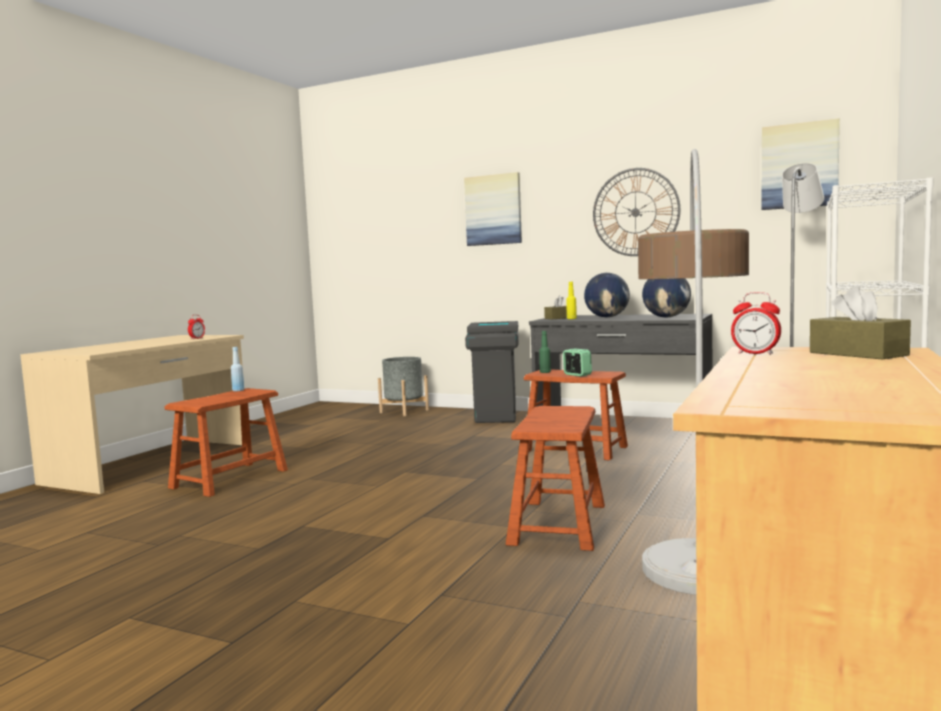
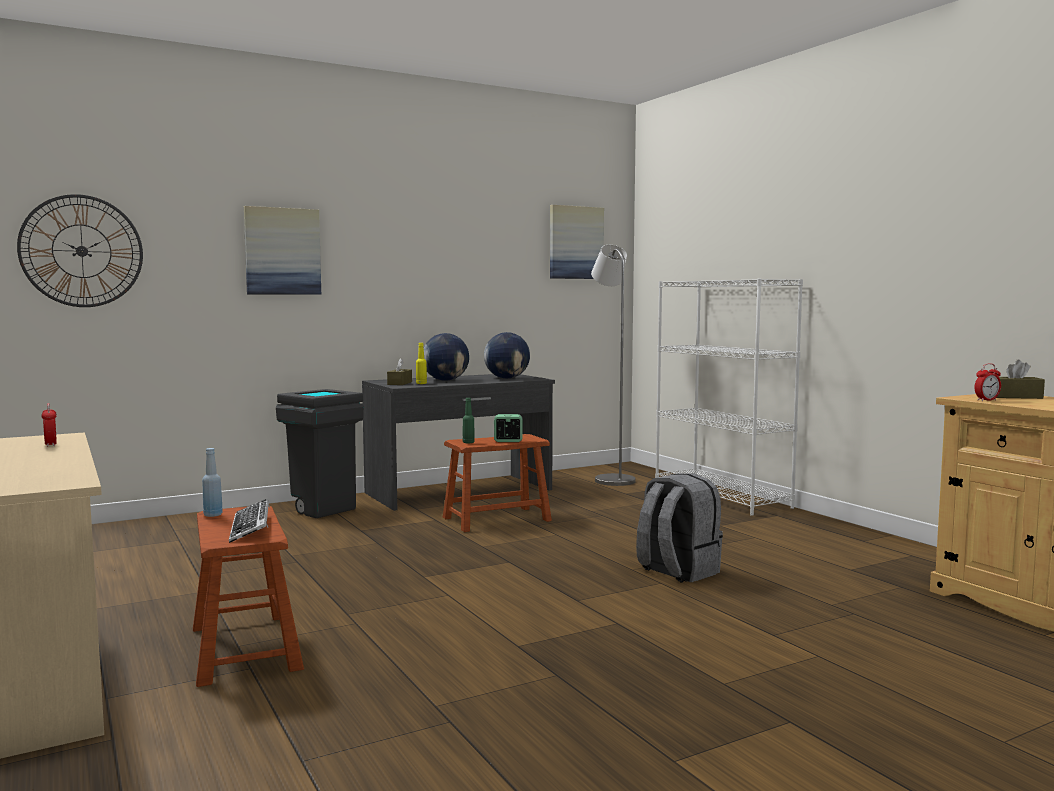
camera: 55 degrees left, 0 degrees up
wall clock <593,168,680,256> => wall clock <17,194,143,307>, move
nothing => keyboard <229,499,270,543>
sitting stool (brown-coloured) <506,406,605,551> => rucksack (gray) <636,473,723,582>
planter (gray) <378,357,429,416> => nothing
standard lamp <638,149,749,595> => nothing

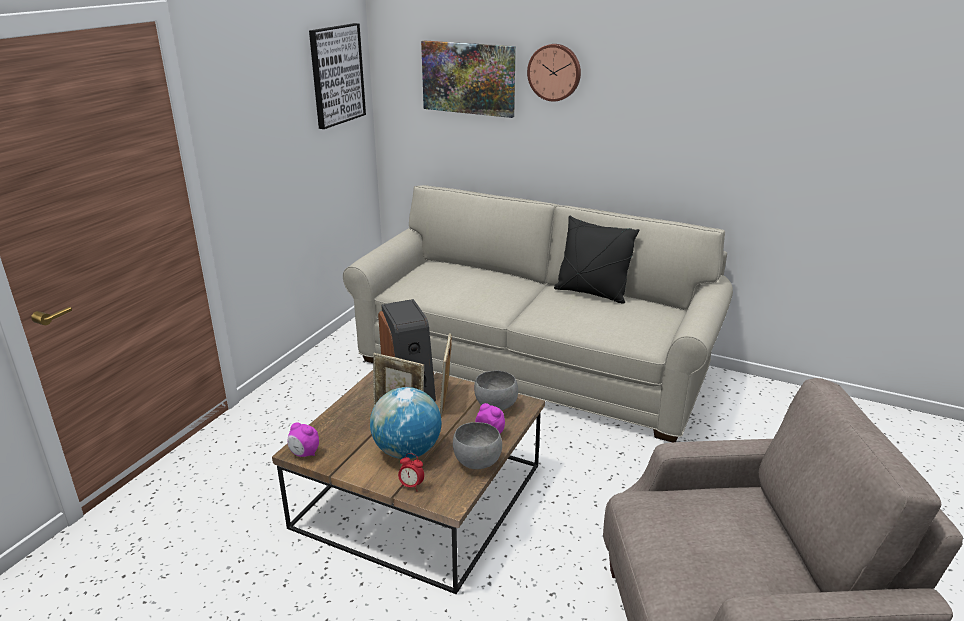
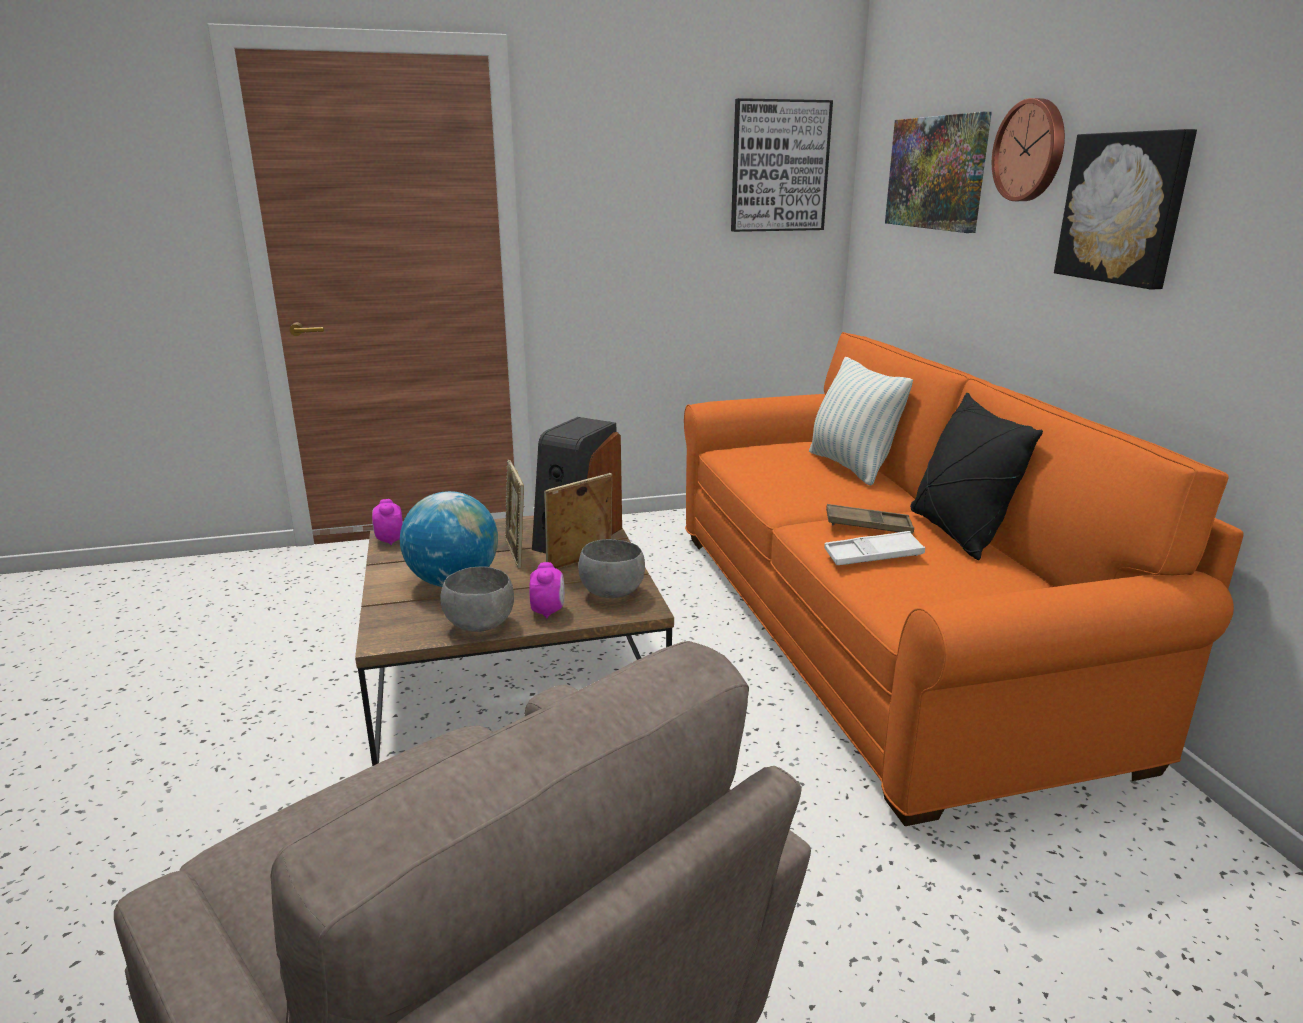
camera: 50 degrees right, 5 degrees down
sofa (sand-coloured) <343,185,733,442> => sofa (orange-coloured) <684,332,1244,826>
nothing => pillow <809,357,913,486>
nothing => tray (whitish) <824,531,925,565>
nothing => tray (brown-coloured) <826,504,914,534>
nothing => wall art <1054,129,1197,290>
alarm clock <398,453,424,490> => nothing

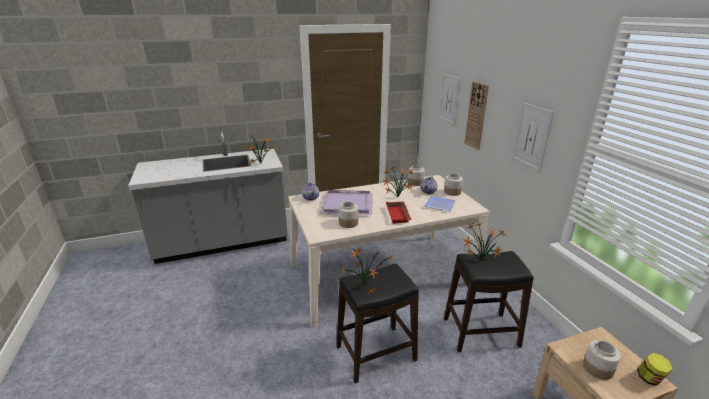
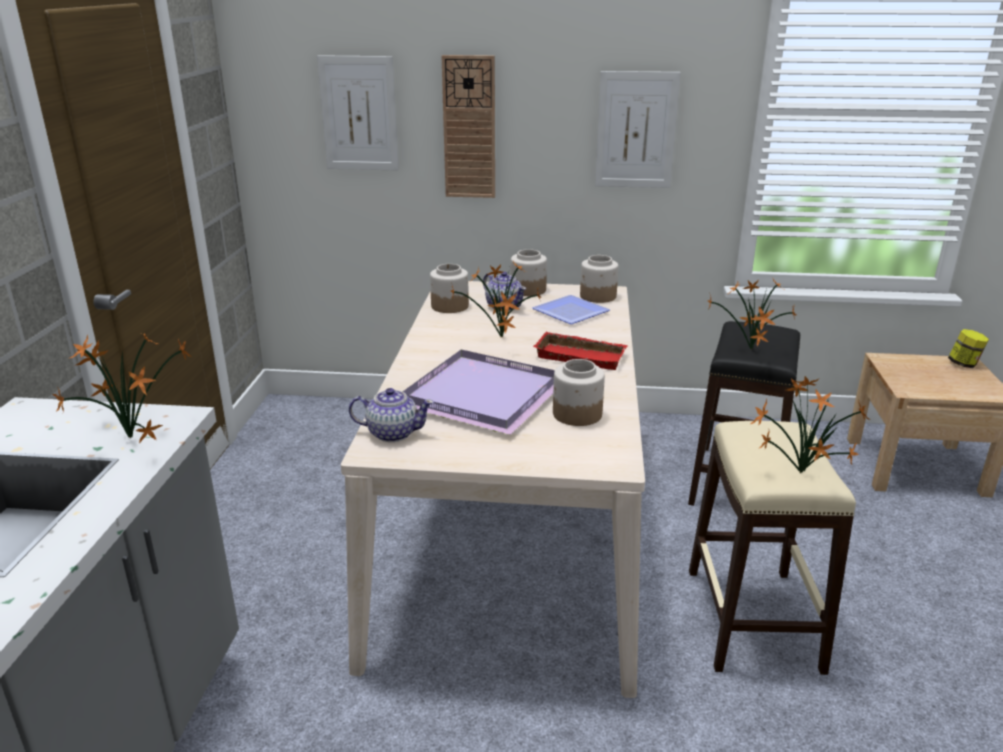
camera: 65 degrees left, 0 degrees up
storage jar <583,340,621,380> => storage jar <580,255,618,303>, move
sitting stool (blackish) <336,264,419,383> => sitting stool (sand-coloured) <689,421,856,675>

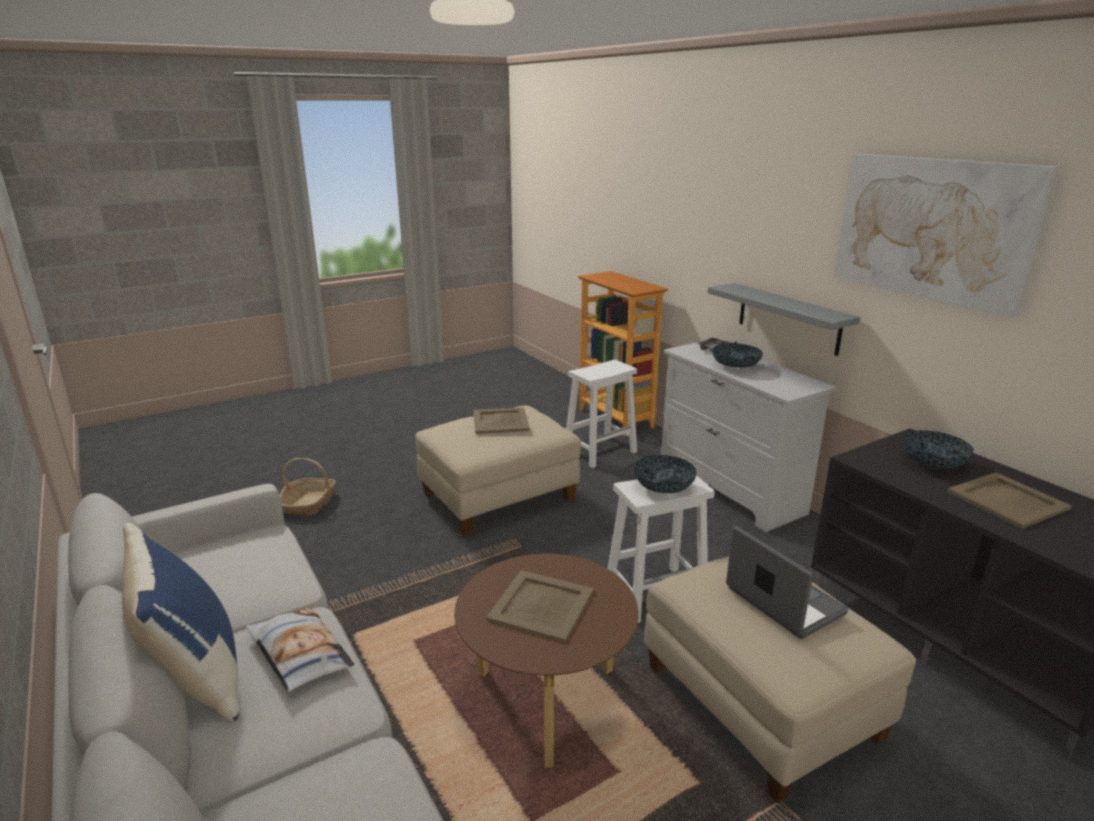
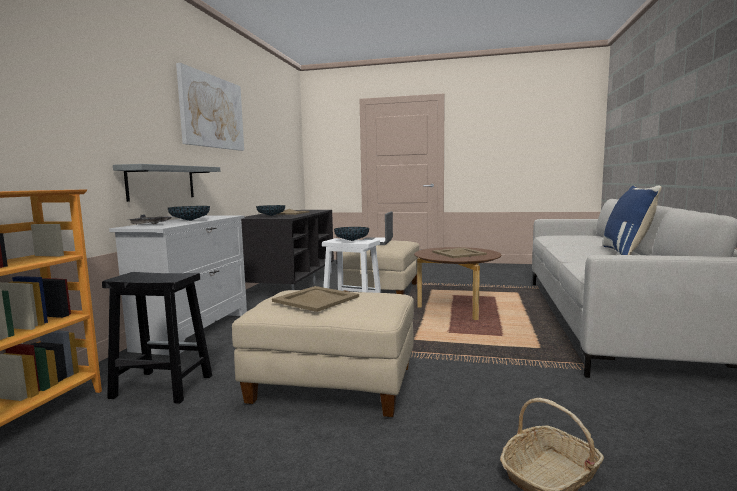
camera: 135 degrees left, 15 degrees down
sitting stool (whitish) <566,360,637,468> => sitting stool (blackish) <102,272,212,404>
pillow <246,607,354,692> => nothing

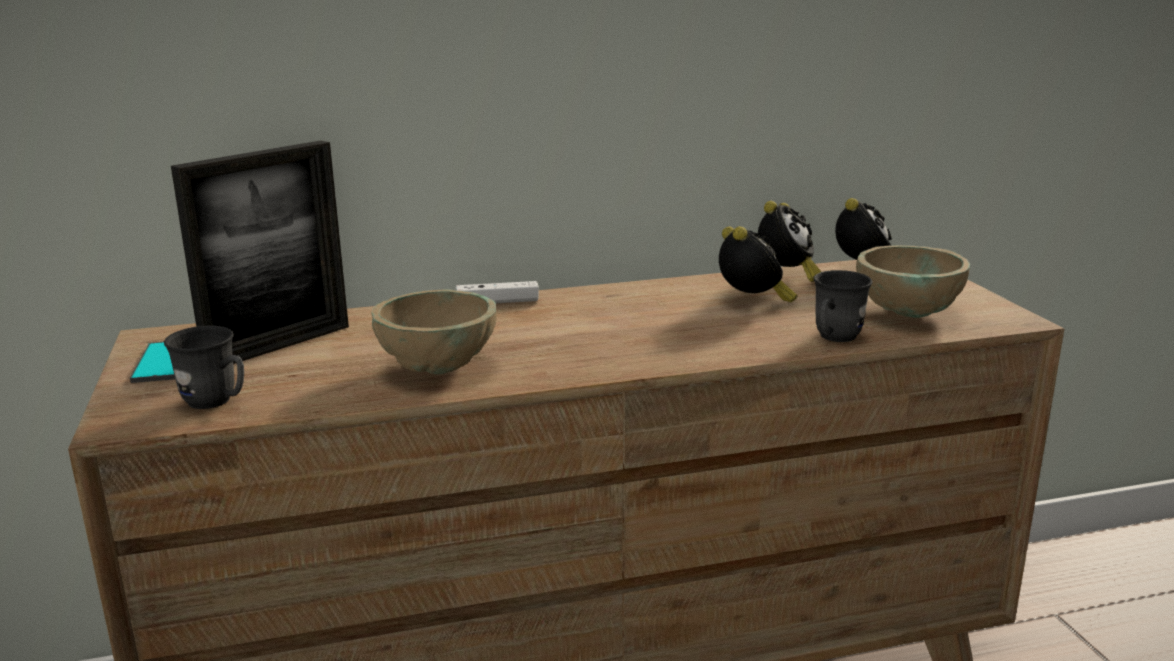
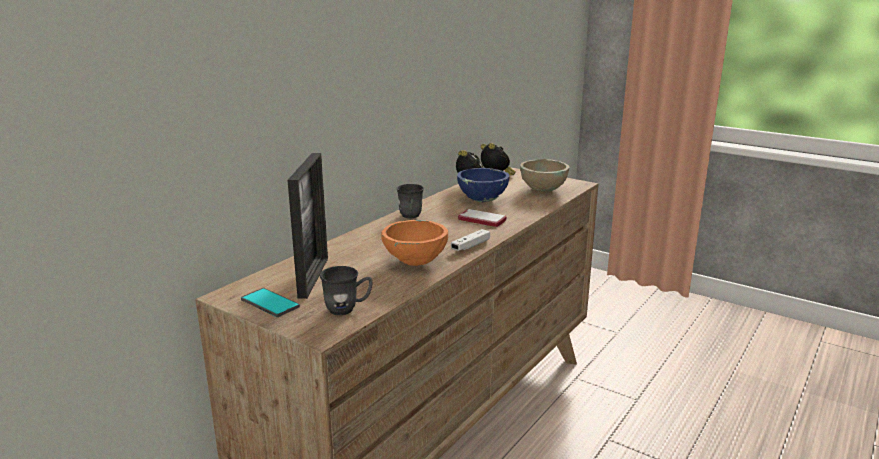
camera: 40 degrees left, 0 degrees up
bowl (sand-coloured) <371,289,497,374> => bowl (orange-coloured) <381,220,448,266>
tea mug (gray) <814,270,873,342> => tea mug (gray) <396,184,424,218>, move
joypad (whitish) <456,281,539,303> => joypad (whitish) <451,229,490,251>, move
alarm clock <719,226,797,302> => bowl (blue) <457,168,509,202>
nothing => handset <458,209,506,227>

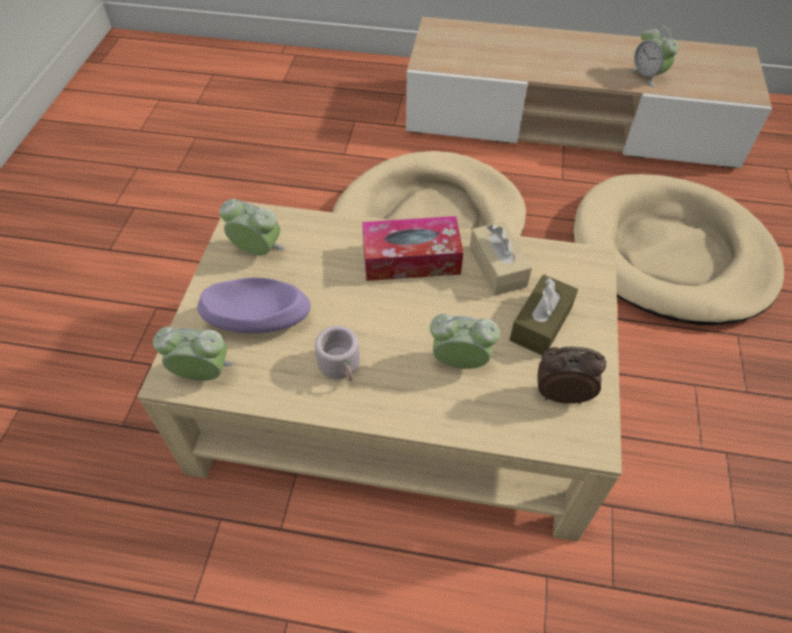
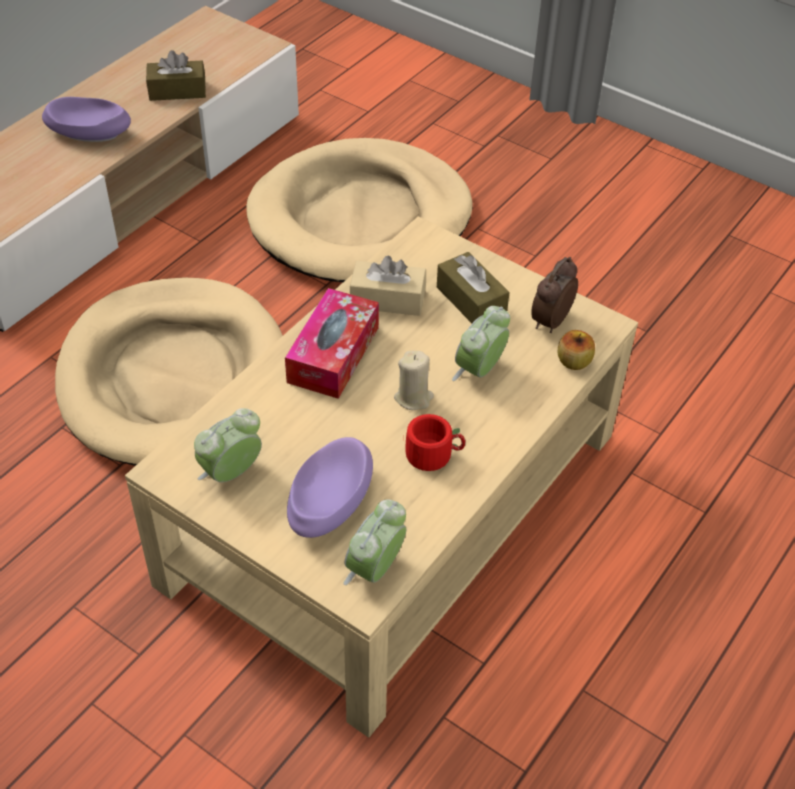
camera: 65 degrees left, 5 degrees down
nothing => bowl (purple) <42,97,131,142>
alarm clock <629,26,679,88> => tissue holder (brown-coloured) <146,50,206,101>
nothing => candle (sand-coloured) <394,351,434,410>
tea mug (gray) <315,326,360,381> => tea mug (reddish) <405,414,466,471>
nothing => whole apple <558,330,595,370>

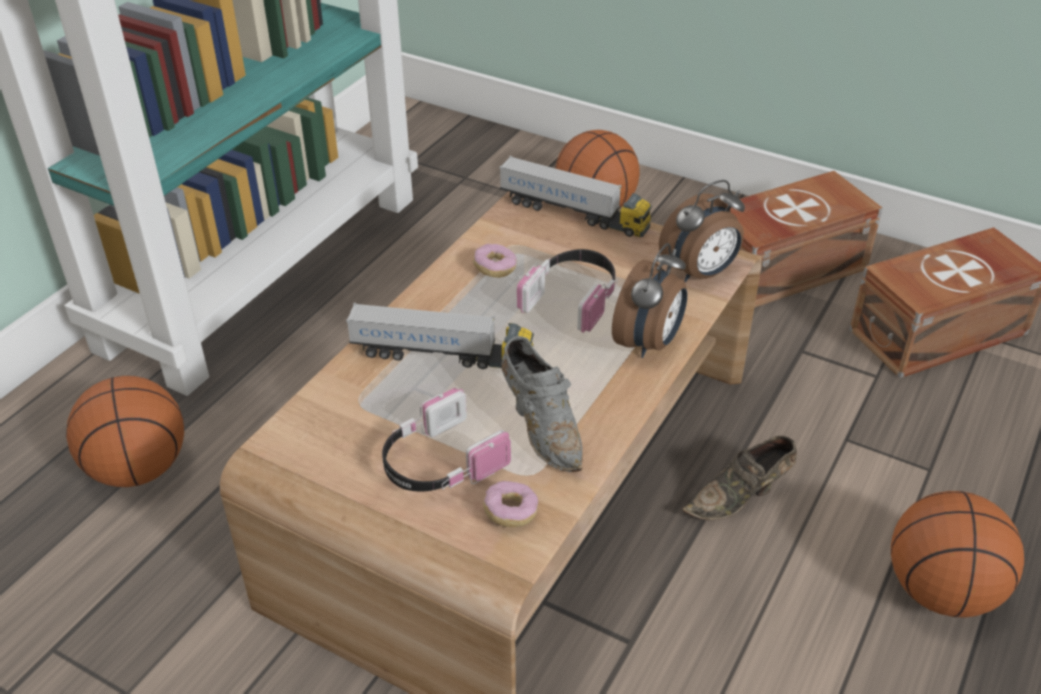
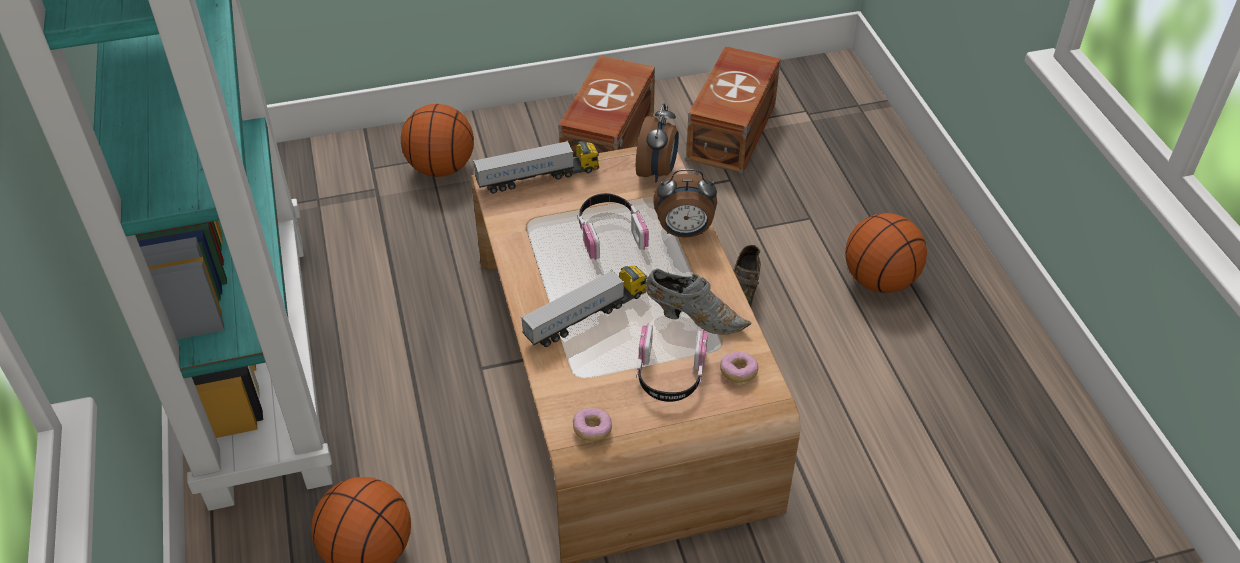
camera: 45 degrees left, 5 degrees up
ring doughnut <473,244,517,278> => ring doughnut <573,408,612,442>, move
alarm clock <612,243,687,358> => alarm clock <653,169,717,238>, 105 degrees clockwise

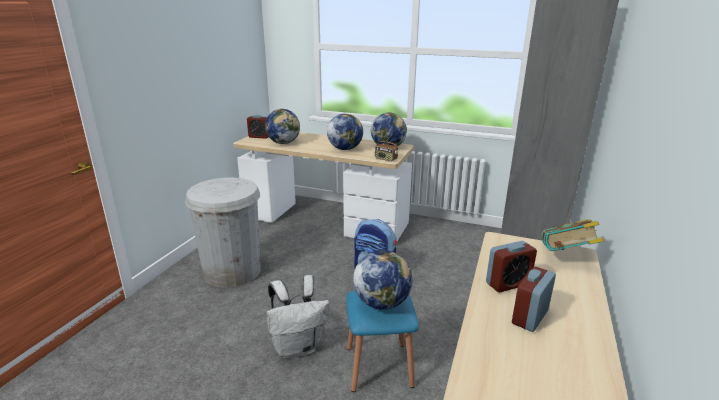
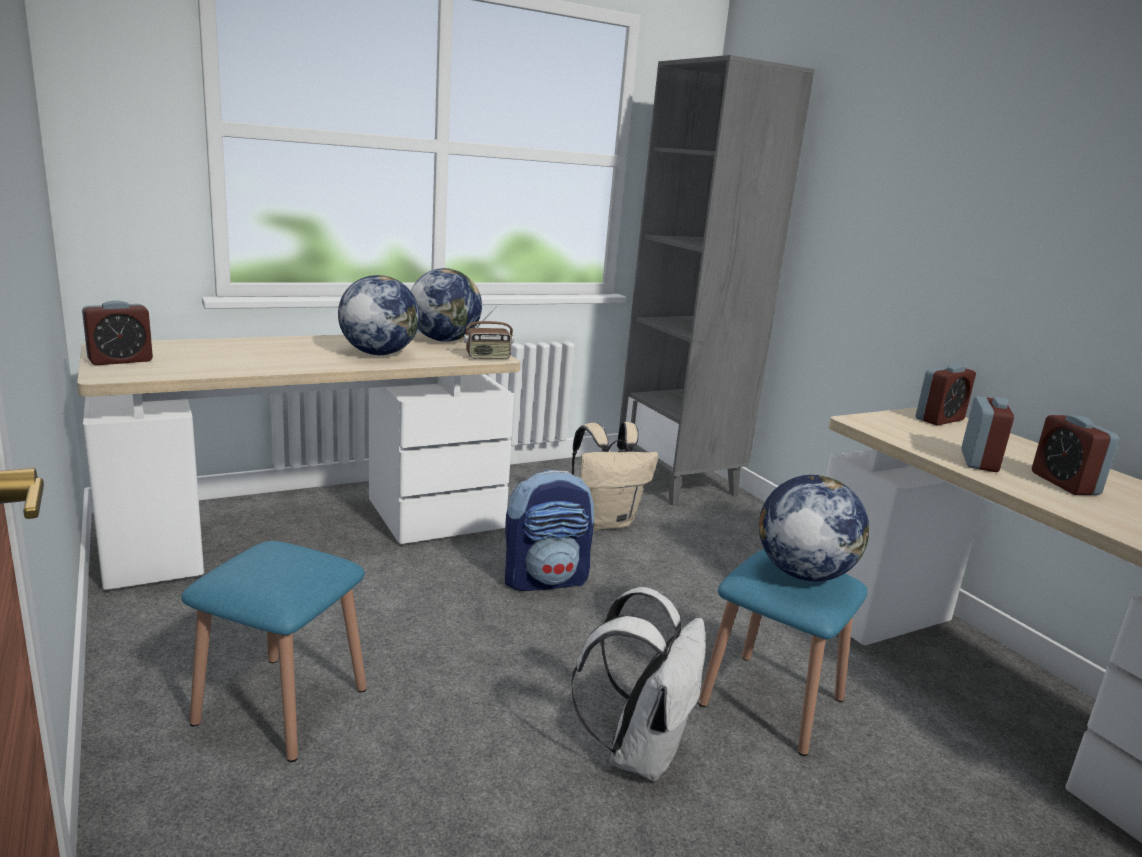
camera: 50 degrees left, 5 degrees down
waste bin (whitish) <185,177,261,288> => sitting stool (blue) <181,541,367,762>
nothing => rucksack (sand-coloured) <572,422,658,530>
bound book <541,219,604,251> => alarm clock <916,364,976,426>
globe <265,109,300,144> => nothing

